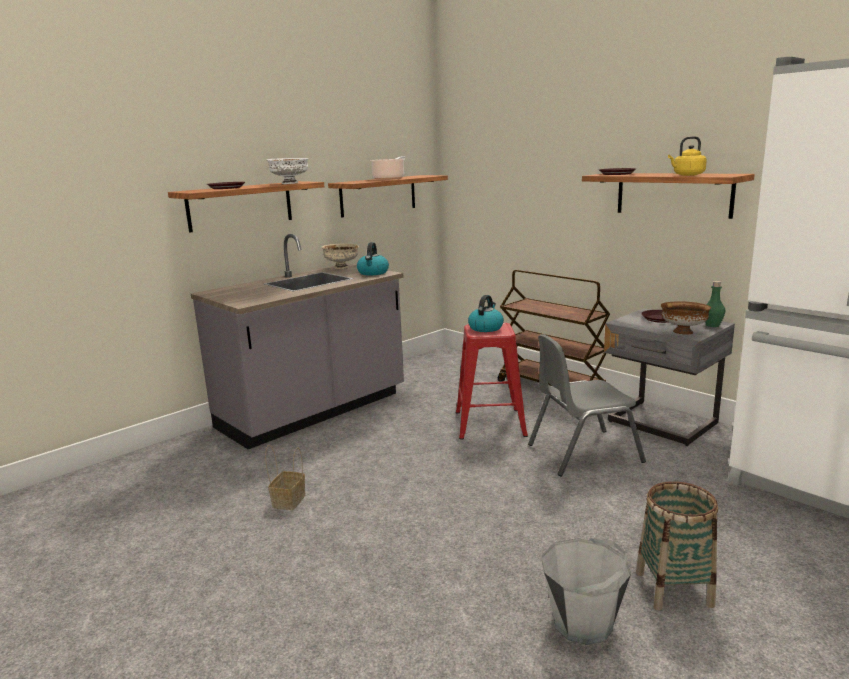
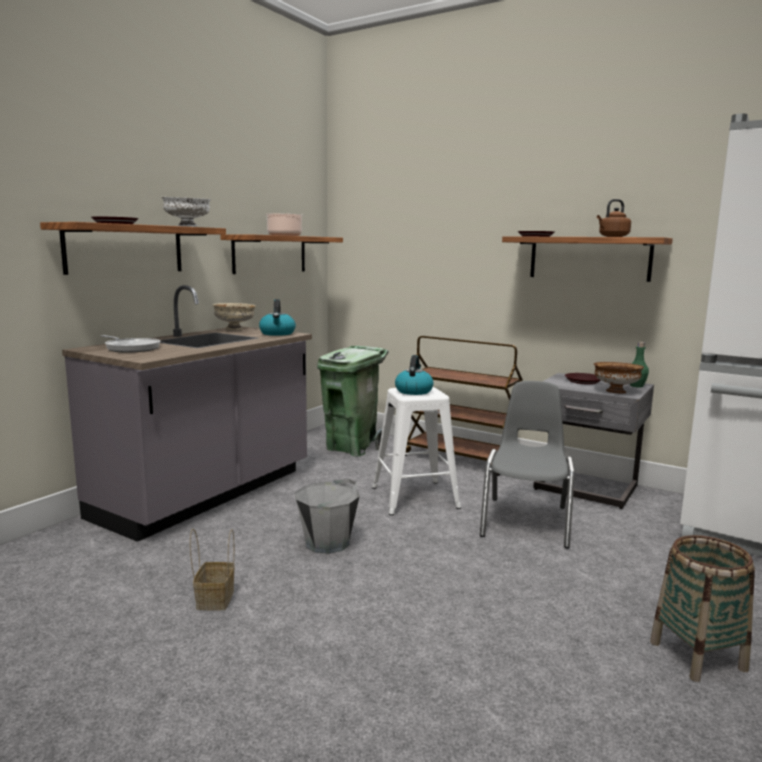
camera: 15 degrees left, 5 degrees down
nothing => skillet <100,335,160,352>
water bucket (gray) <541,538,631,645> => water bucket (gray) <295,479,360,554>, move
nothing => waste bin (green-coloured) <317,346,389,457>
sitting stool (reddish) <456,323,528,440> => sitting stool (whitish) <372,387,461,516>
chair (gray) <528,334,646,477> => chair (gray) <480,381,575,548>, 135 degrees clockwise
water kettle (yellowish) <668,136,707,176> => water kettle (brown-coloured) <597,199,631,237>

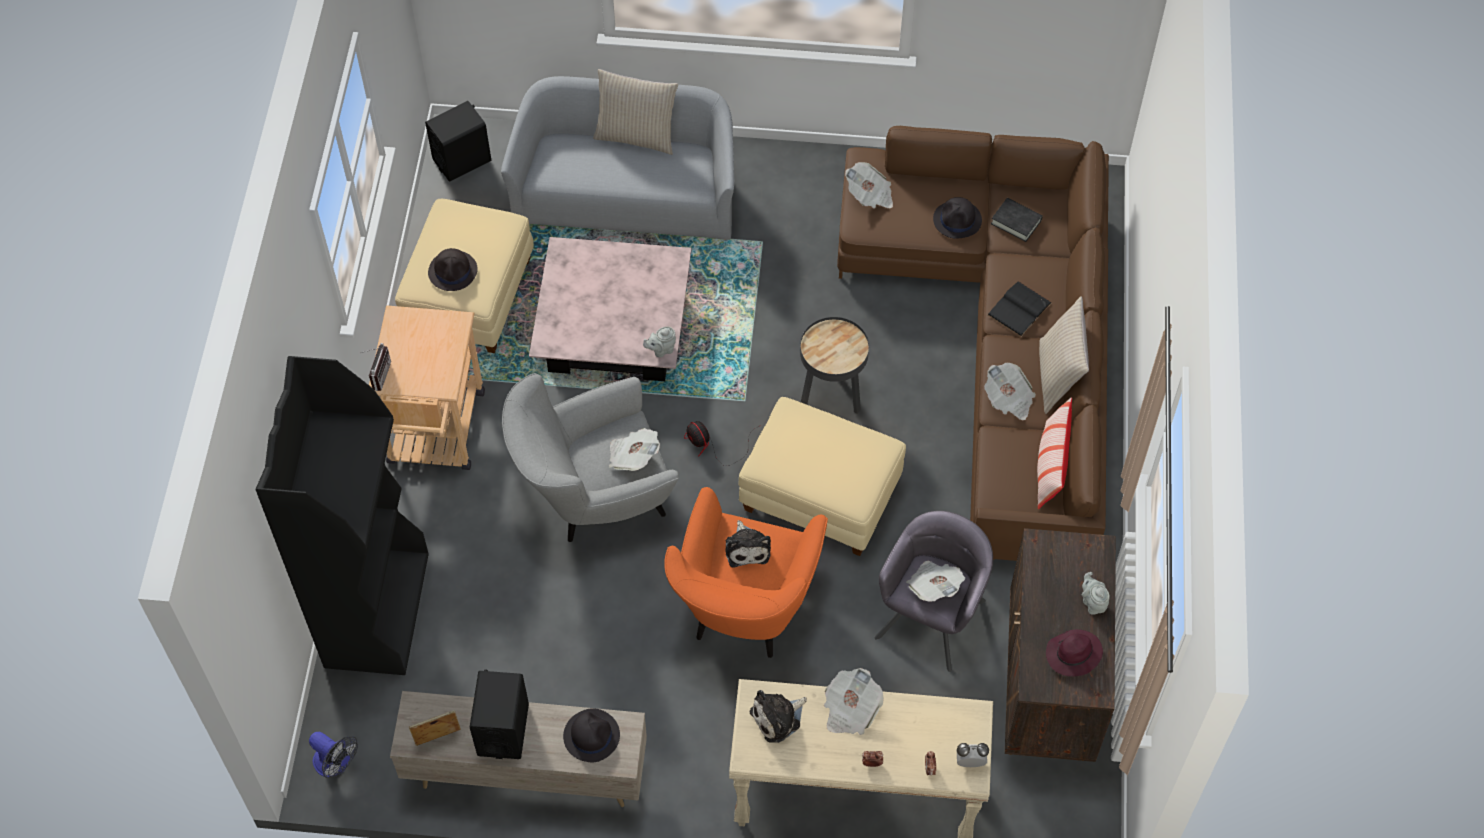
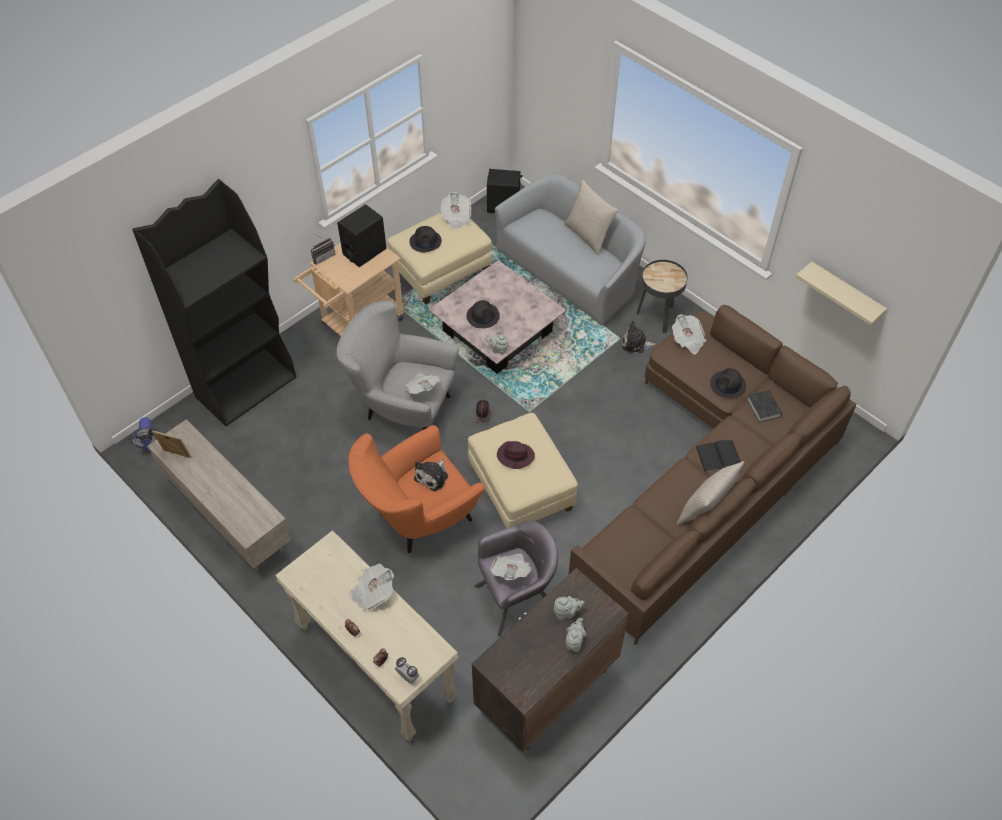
camera: 40 degrees right, 5 degrees down
audio speaker (blackish) <470,669,529,759> => audio speaker (blackish) <337,204,387,267>, move
newspaper <984,363,1036,420> => newspaper <440,192,471,230>, move
hat (blackish) <563,708,620,762> => hat (blackish) <466,300,500,328>, move
hat (purple) <1046,629,1103,677> => hat (purple) <497,441,535,469>, move
nothing => pot for tea (gray) <554,596,585,620>
plush toy <750,690,807,743> => plush toy <622,321,656,353>, move
side table (blackish) <800,317,869,414> => side table (blackish) <636,260,688,333>, move
nothing => wall shelf (sand-coloured) <796,261,887,325>
pillow <1037,397,1072,510> => nothing

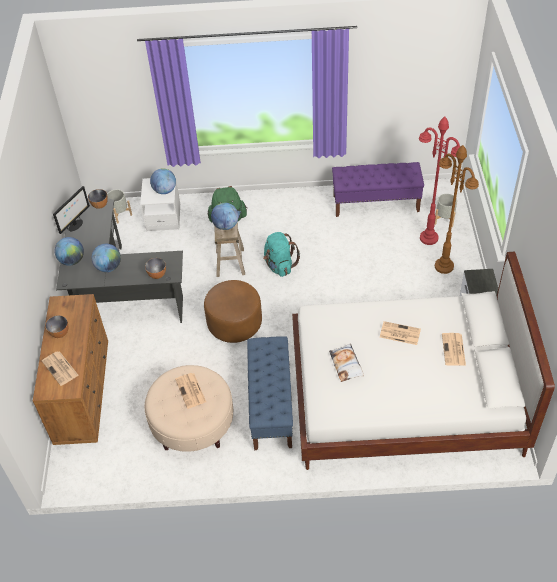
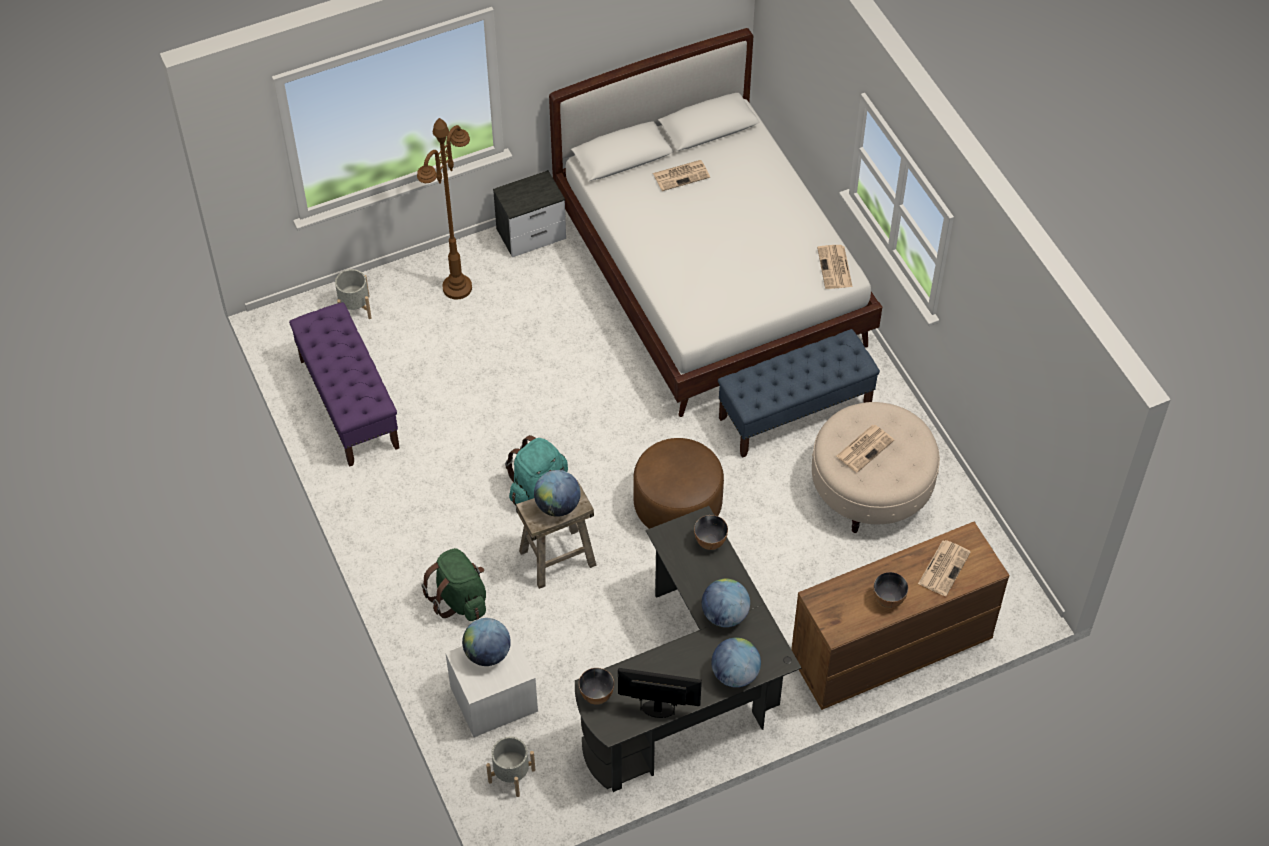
camera: 115 degrees left, 5 degrees up
newspaper <380,321,421,345> => newspaper <817,245,853,289>, move
pillow <329,344,364,382> => nothing
standard lamp (reddish) <419,116,460,245> => nothing

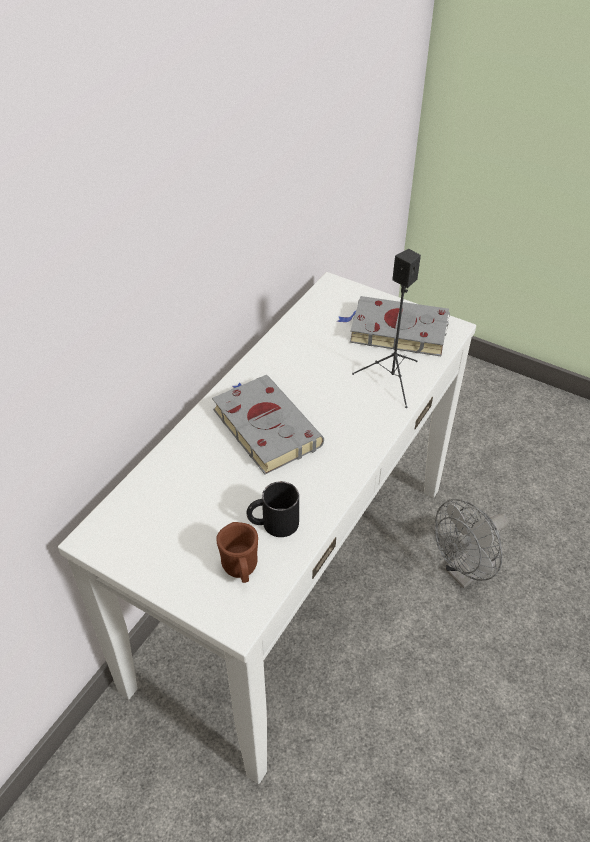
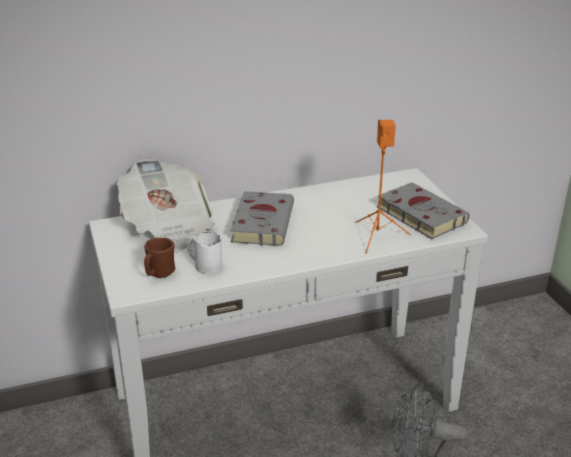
camera: 40 degrees right, 15 degrees down
nothing => newspaper <117,158,215,253>
tea mug (blackish) <247,481,299,537> => tea mug (whitish) <187,232,223,274>
audio speaker (blackish) <352,249,421,408> => audio speaker (orange-coloured) <355,120,411,254>

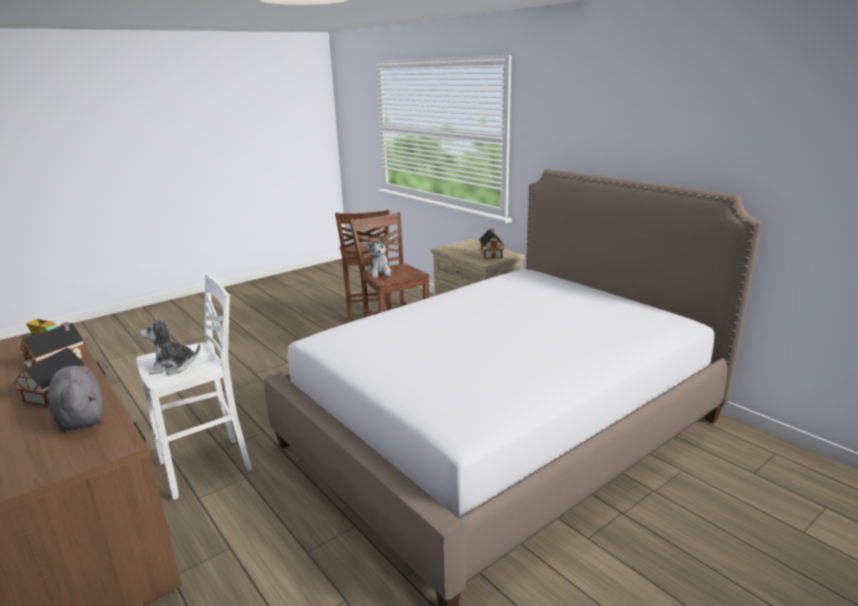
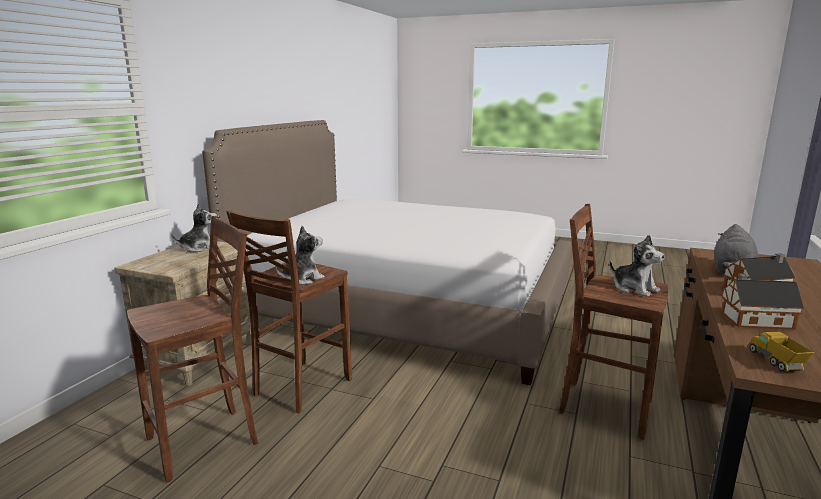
camera: 120 degrees left, 5 degrees down
model house <479,228,505,259> => plush toy <171,203,217,252>
sitting stool (whitish) <137,274,252,500> => sitting stool (brown-coloured) <559,204,668,440>

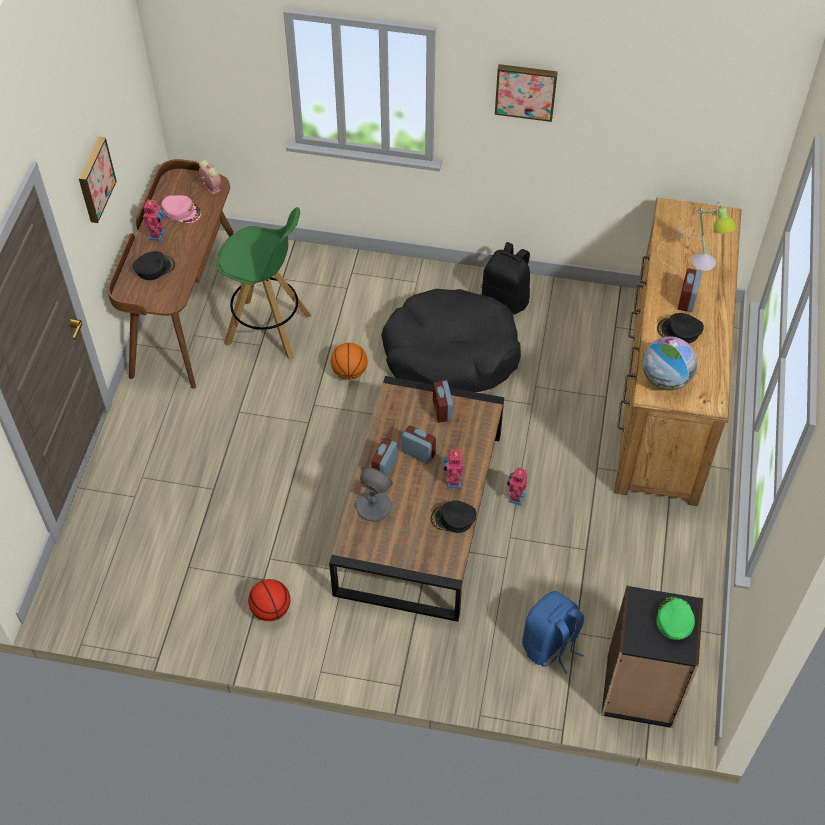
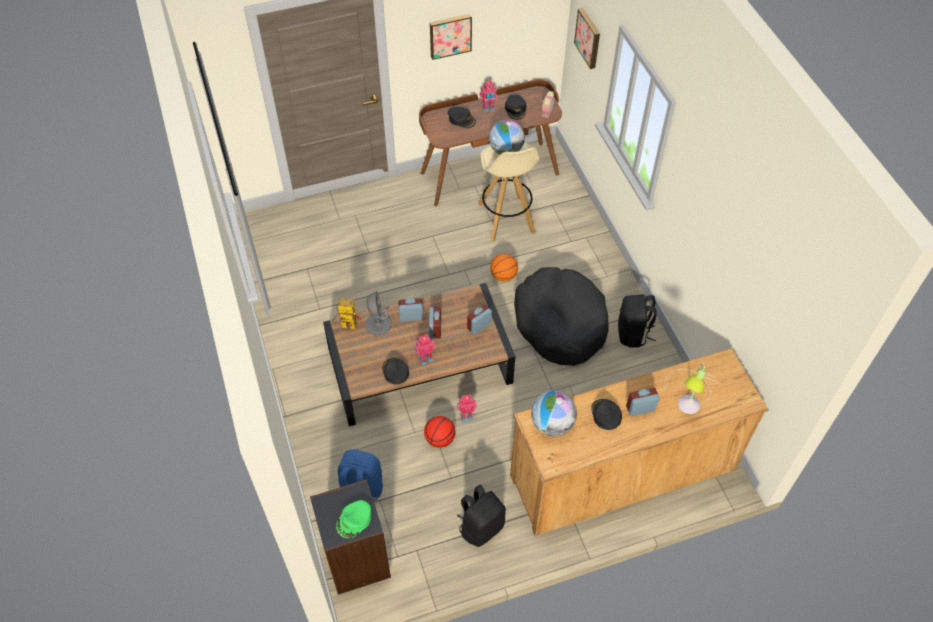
camera: 60 degrees right, 0 degrees up
nothing => robot figure <332,299,361,329>
baseball cap (green-coloured) <656,597,695,640> => baseball cap (green-coloured) <336,500,371,538>, 150 degrees clockwise
basketball <248,579,290,621> => basketball <424,416,456,448>, move
nothing => rucksack (blackish) <457,484,506,547>
sitting stool (green-coloured) <216,207,312,360> => sitting stool (sand-coloured) <478,143,540,242>
nothing => globe <489,120,525,155>
baseball cap (pinkish) <161,195,201,223> => baseball cap (blackish) <505,95,526,120>
wall art <495,64,558,122> => wall art <574,8,600,69>, move

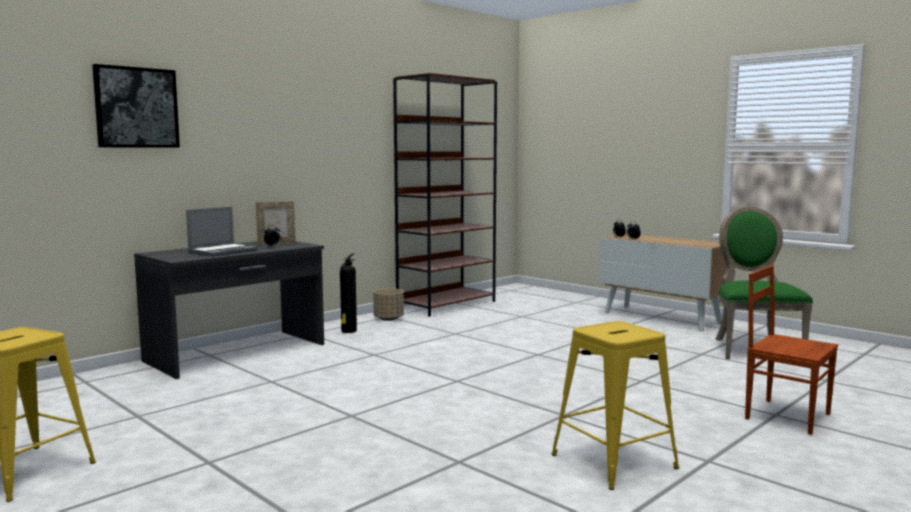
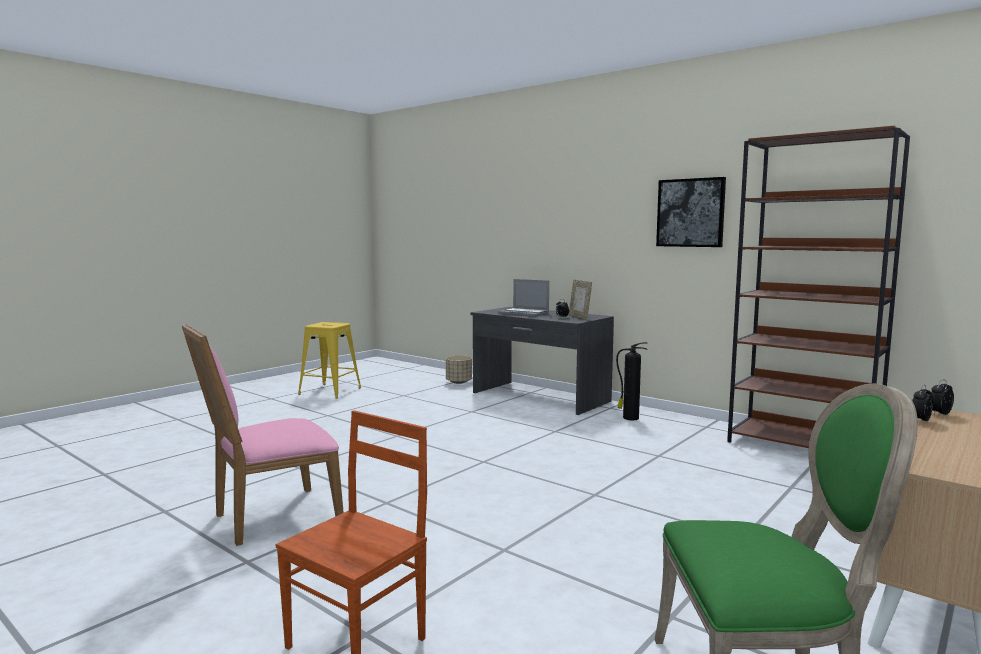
camera: 85 degrees right, 0 degrees up
sitting stool (yellowish) <552,321,679,490> => chair (pinkish) <182,324,344,546>
planter (sand-coloured) <373,288,404,321> => planter (sand-coloured) <446,356,472,384>, move
wall art <92,64,180,148> => wall art <656,177,726,247>, move

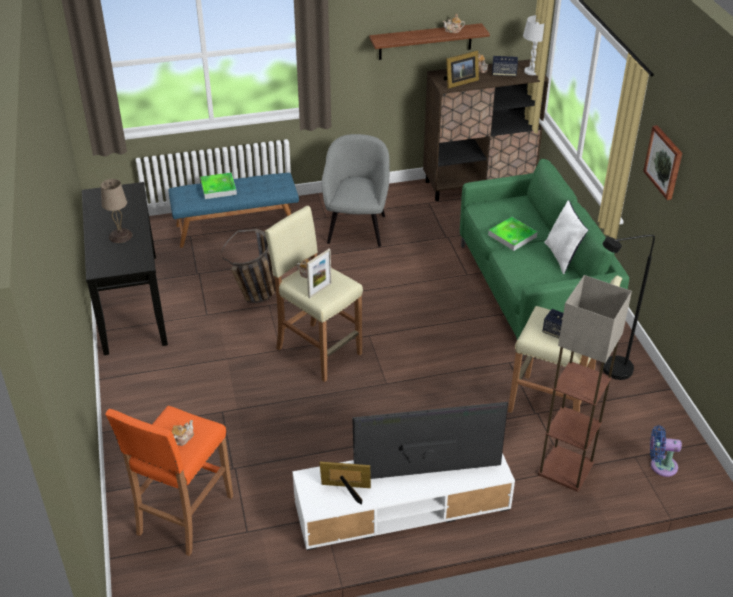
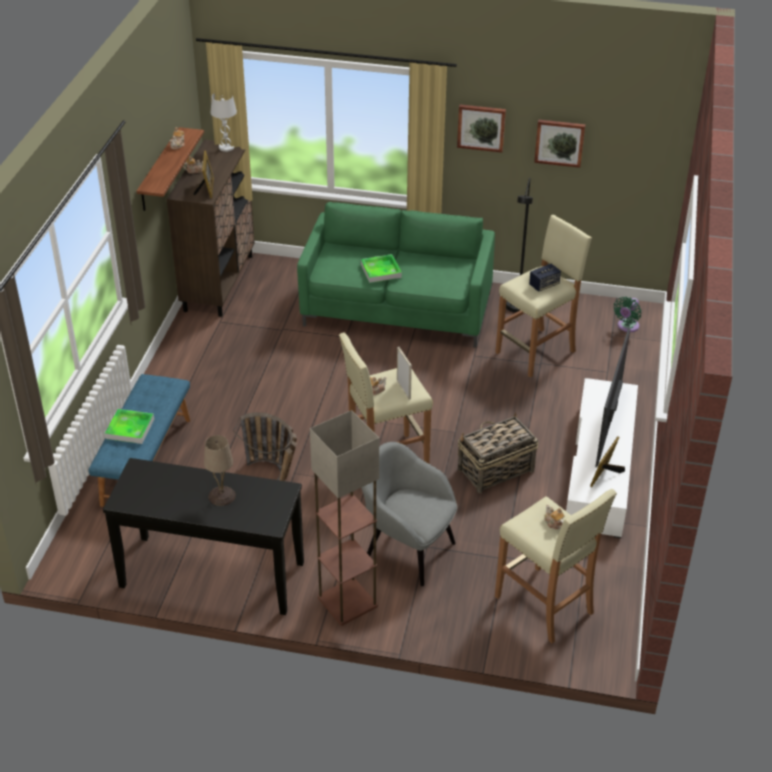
camera: 65 degrees left, 0 degrees up
standard lamp <538,275,632,492> => standard lamp <310,410,379,626>, move
armchair (gray) <322,134,390,247> => armchair (gray) <361,442,457,586>, move
nothing => household basket <458,412,538,493>
sitting stool (orange-coloured) <105,405,233,556> => sitting stool (sand-coloured) <495,489,617,643>
nothing => wall art <534,120,585,168>
electric fan (blue) <650,425,682,477> => electric fan (green-coloured) <614,297,641,332>
audio speaker <492,56,518,77> => nothing
pillow (whitish) <544,200,588,275> => nothing

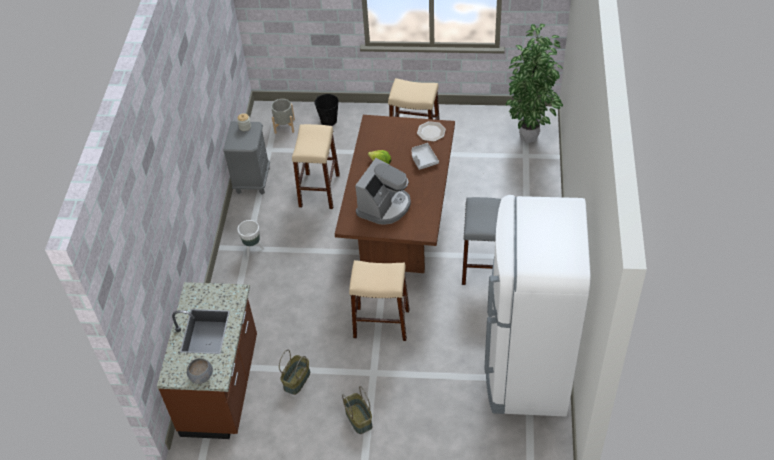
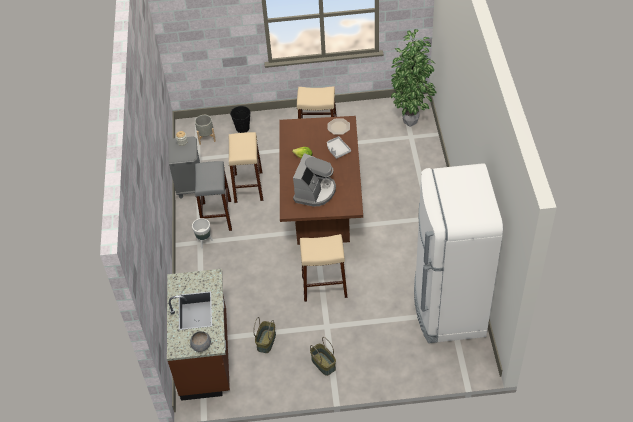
camera: 10 degrees left, 0 degrees up
sitting stool (gray) <462,197,501,285> => sitting stool (gray) <195,161,232,231>, move

